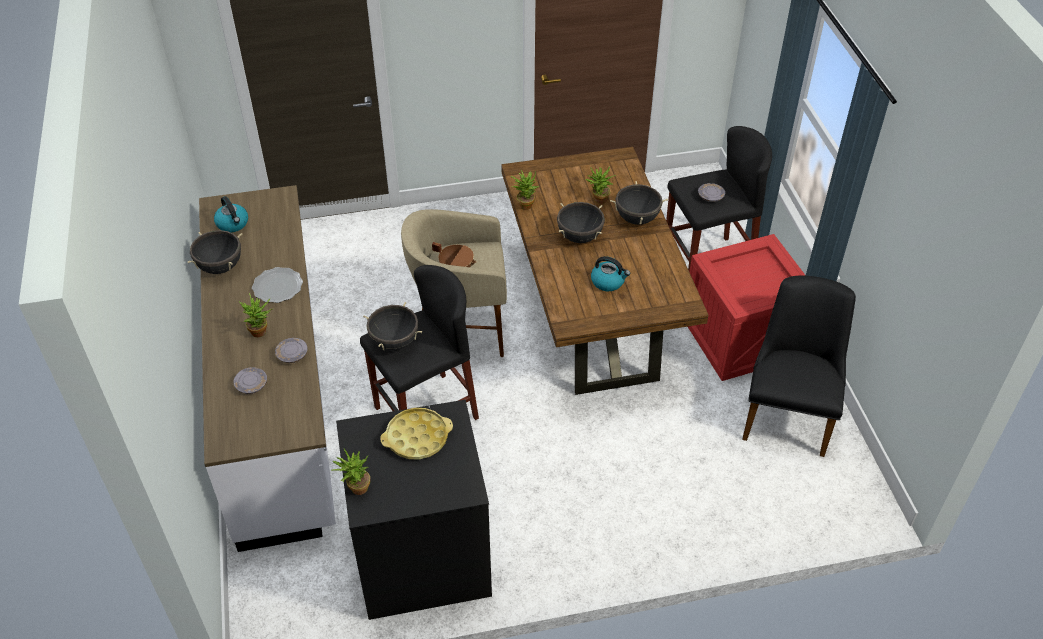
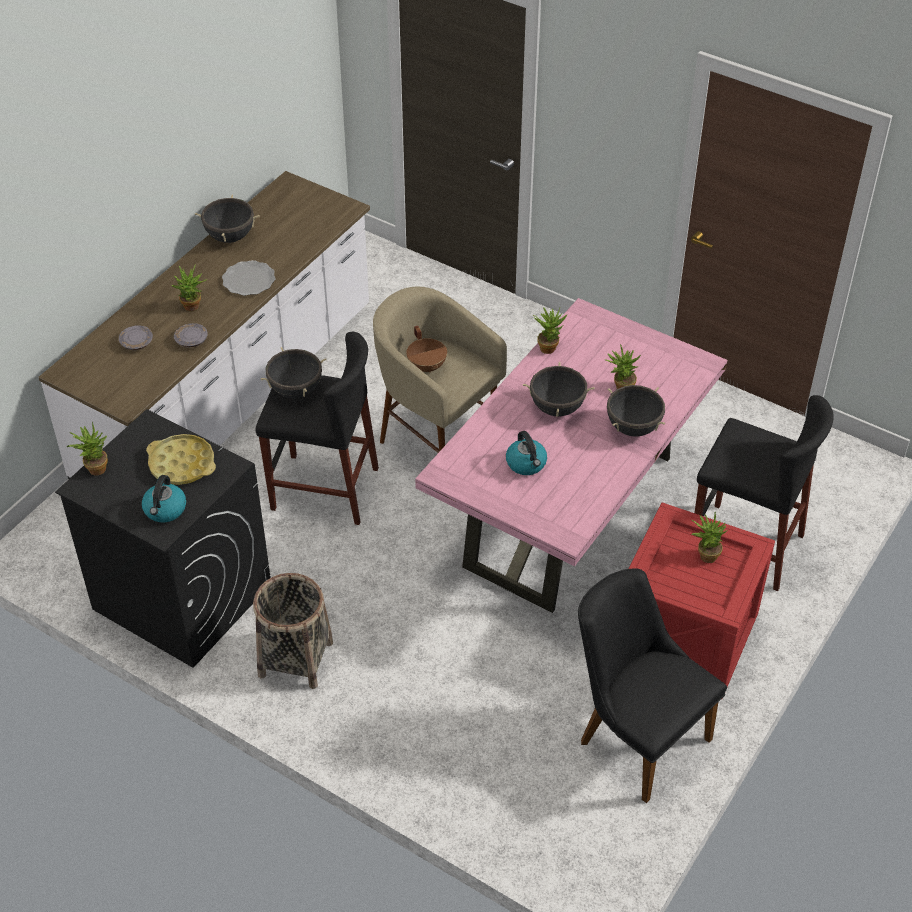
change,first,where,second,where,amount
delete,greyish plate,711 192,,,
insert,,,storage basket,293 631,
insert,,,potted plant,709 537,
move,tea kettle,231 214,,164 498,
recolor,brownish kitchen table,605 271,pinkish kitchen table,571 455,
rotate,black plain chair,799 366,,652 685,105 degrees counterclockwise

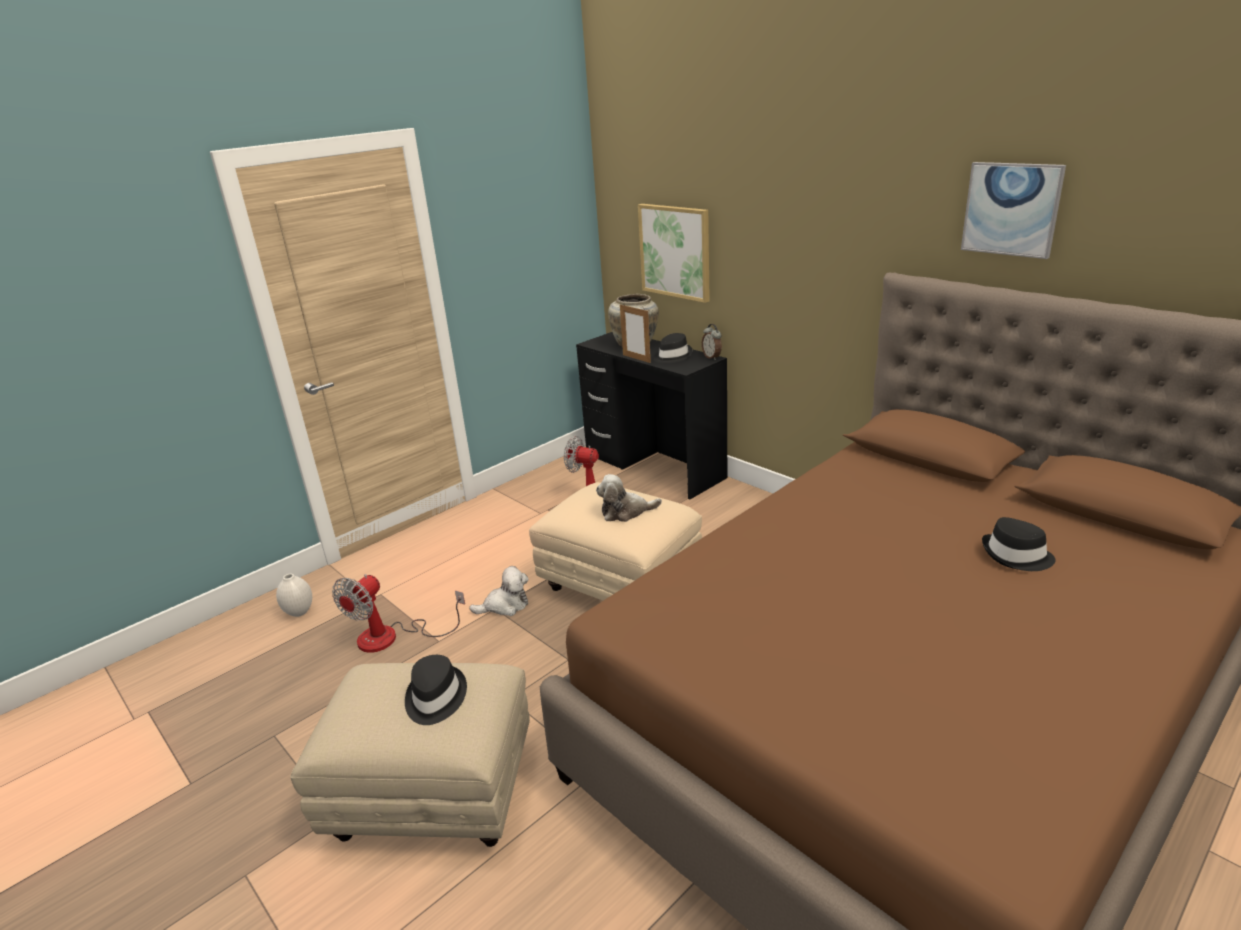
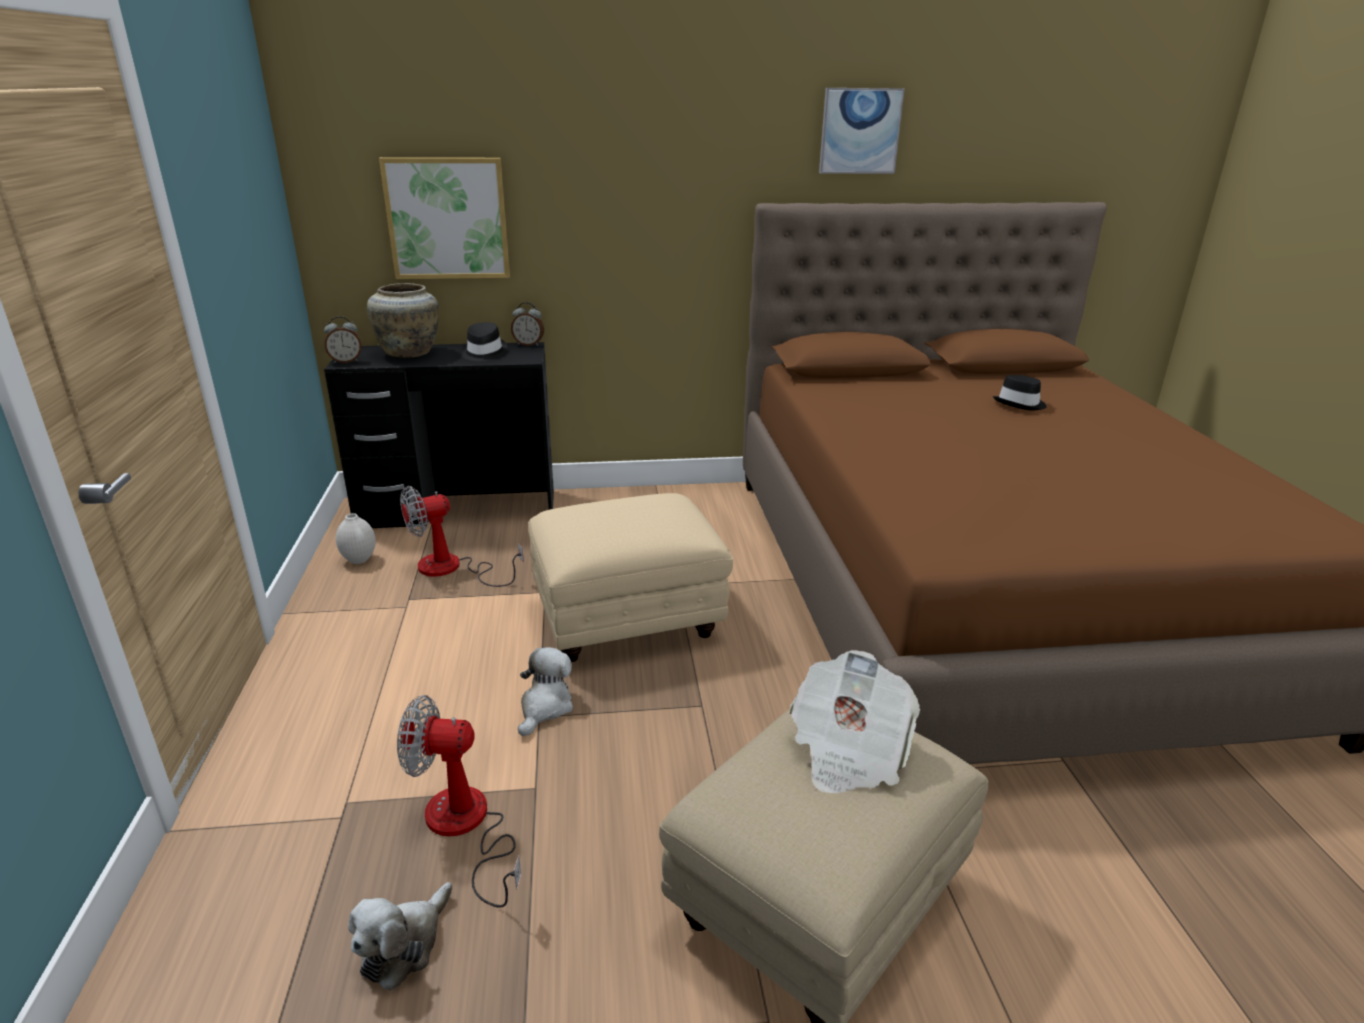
change,first,where,second,where,amount
delete,picture frame,635 333,,,
insert,,,bedside clock,343 339,
move,white-coloured vase,294 595,,356 538,
move,plush toy,629 498,,400 936,
replace,black wearable hat,436 690,printed paper,855 721,
rotate,cooling fan,398 613,,459 801,120 degrees clockwise

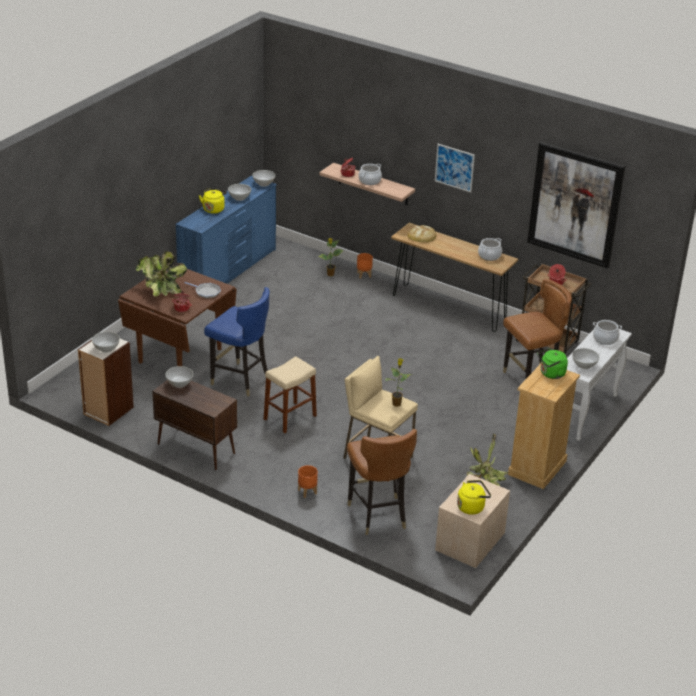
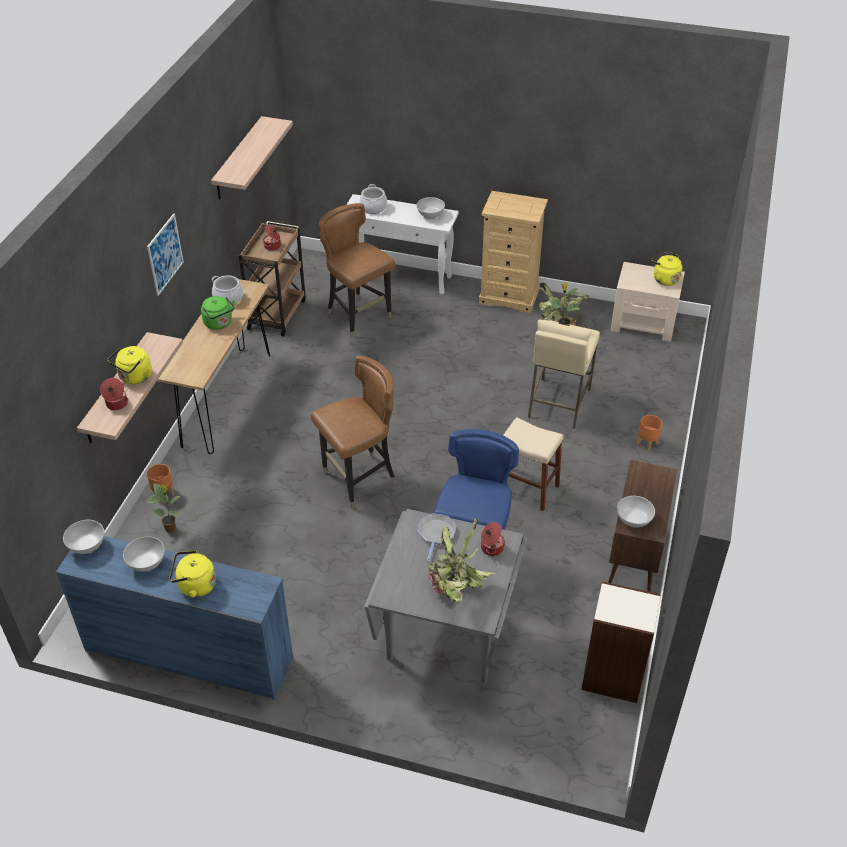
change,first,where,second,where,amount
delete,white-coloured bowl,106 342,,,
delete,bread,422 233,,,
move,brownish plain chair,382 482,,353 432,
move,greenish tea kettle,552 363,,218 313,
replace,stockpot,370 174,yellow-coloured tea kettle,129 365,
replace,wall art,576 205,shelf,252 157,
recolor,brownish kitchen table,177 317,greyish kitchen table,445 596,

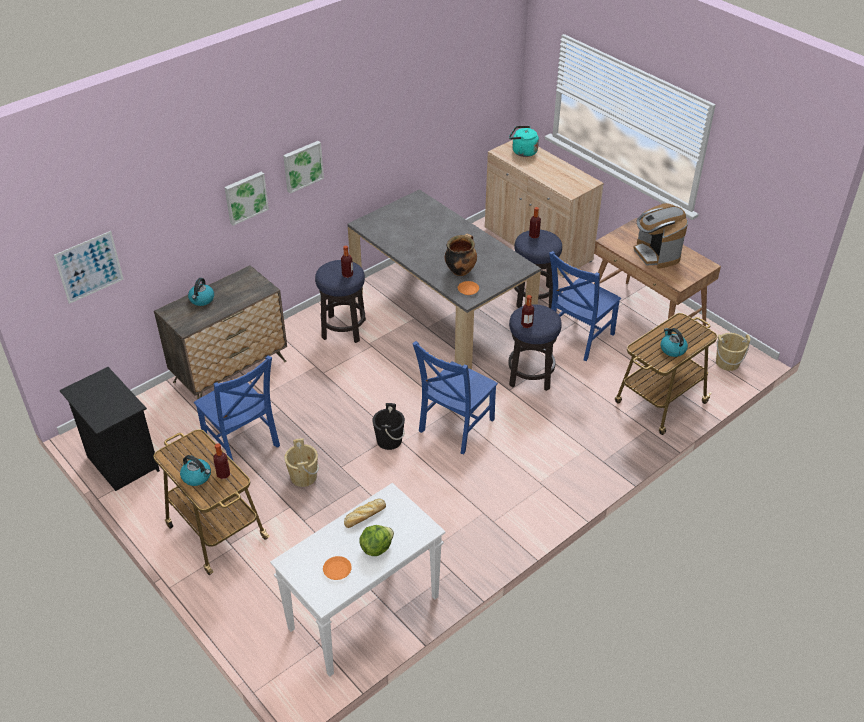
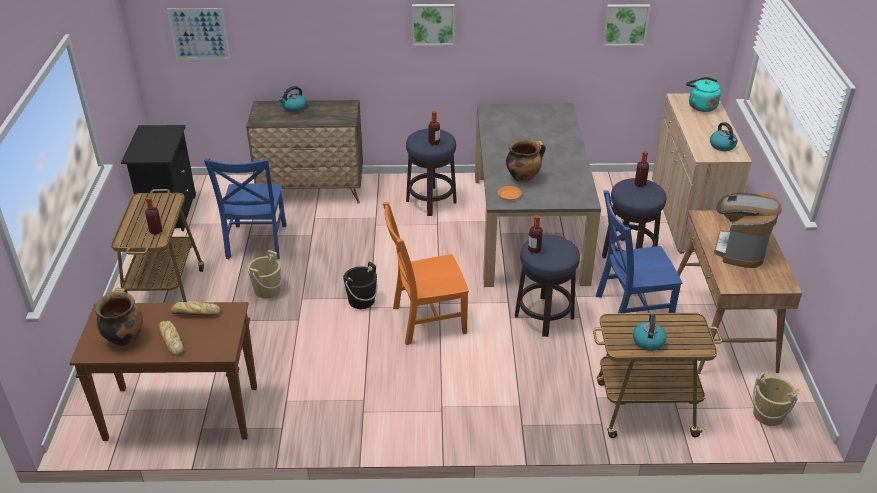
change,first,where,second,where,amount
move,tea kettle,195 470,,723 136,
move,wall art,246 199,,626 25,
replace,orangey plate,337 568,stockpot,119 317,
replace,lettuce head,377 540,bread,171 338,
recolor,white-coloured console table,358 579,brownish console table,163 371,
recolor,bluish plain chair,455 397,orangey plain chair,426 273,

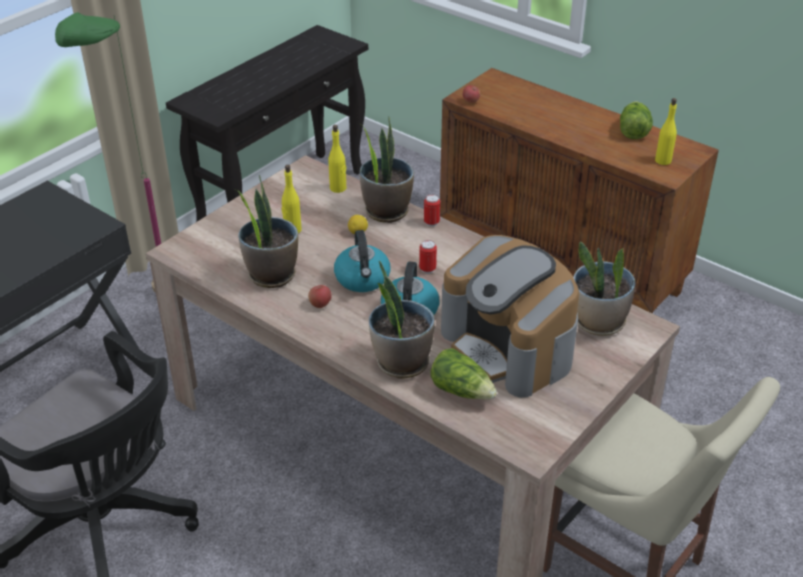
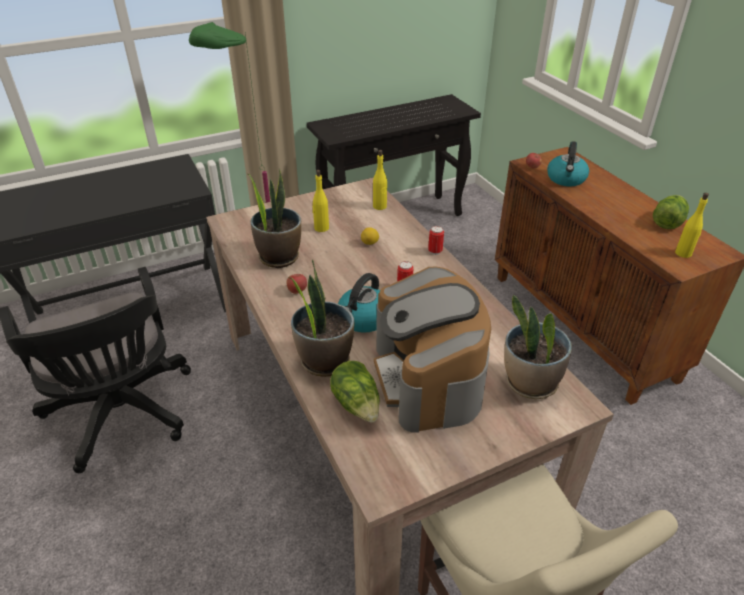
change,first,where,second,where,amount
delete,potted plant,387 170,,,
move,tea kettle,362 261,,568 164,

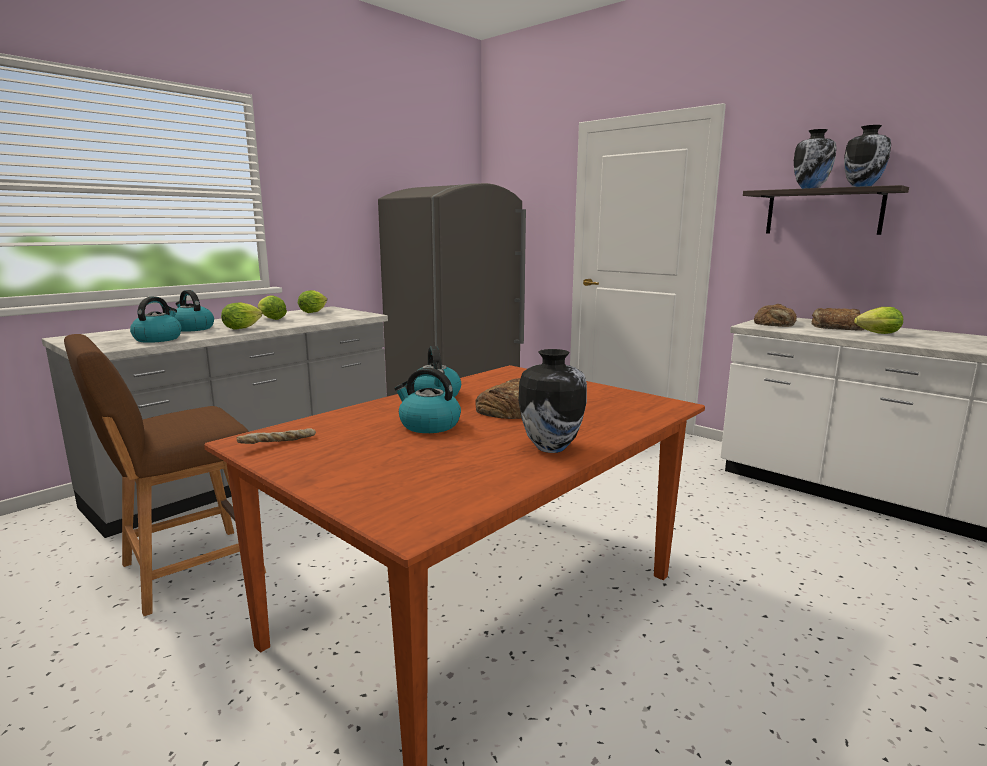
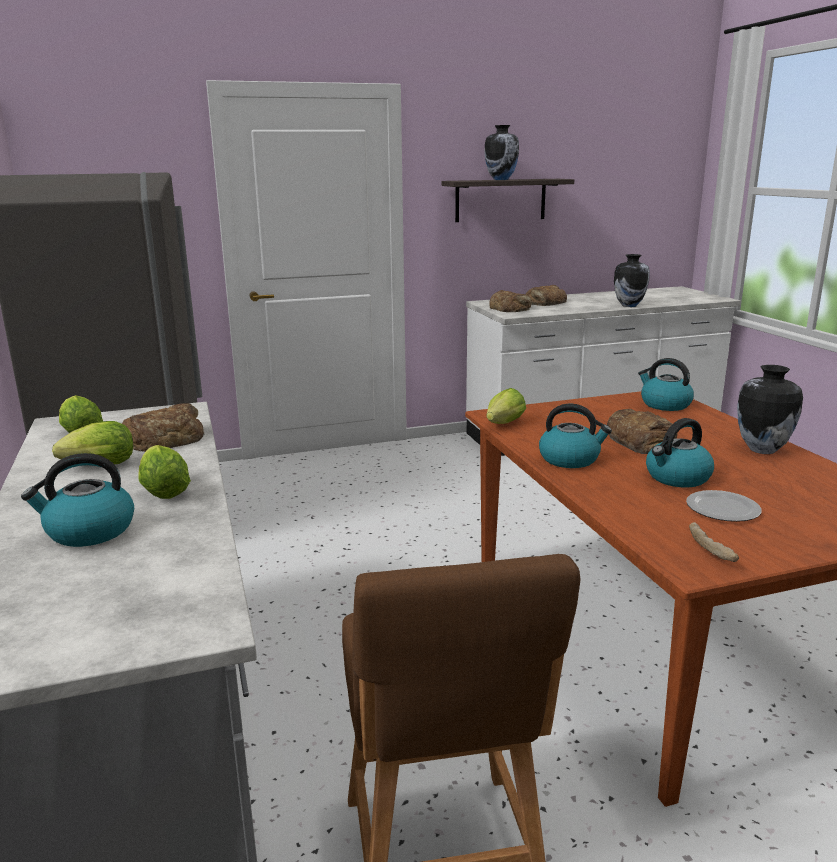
change,first,where,second,where,amount
insert,,,bread,163 427,
insert,,,plate,724 506,
move,tea kettle,155 320,,666 384,
move,vase,867 156,,632 280,
move,lettuce head,878 320,,506 406,

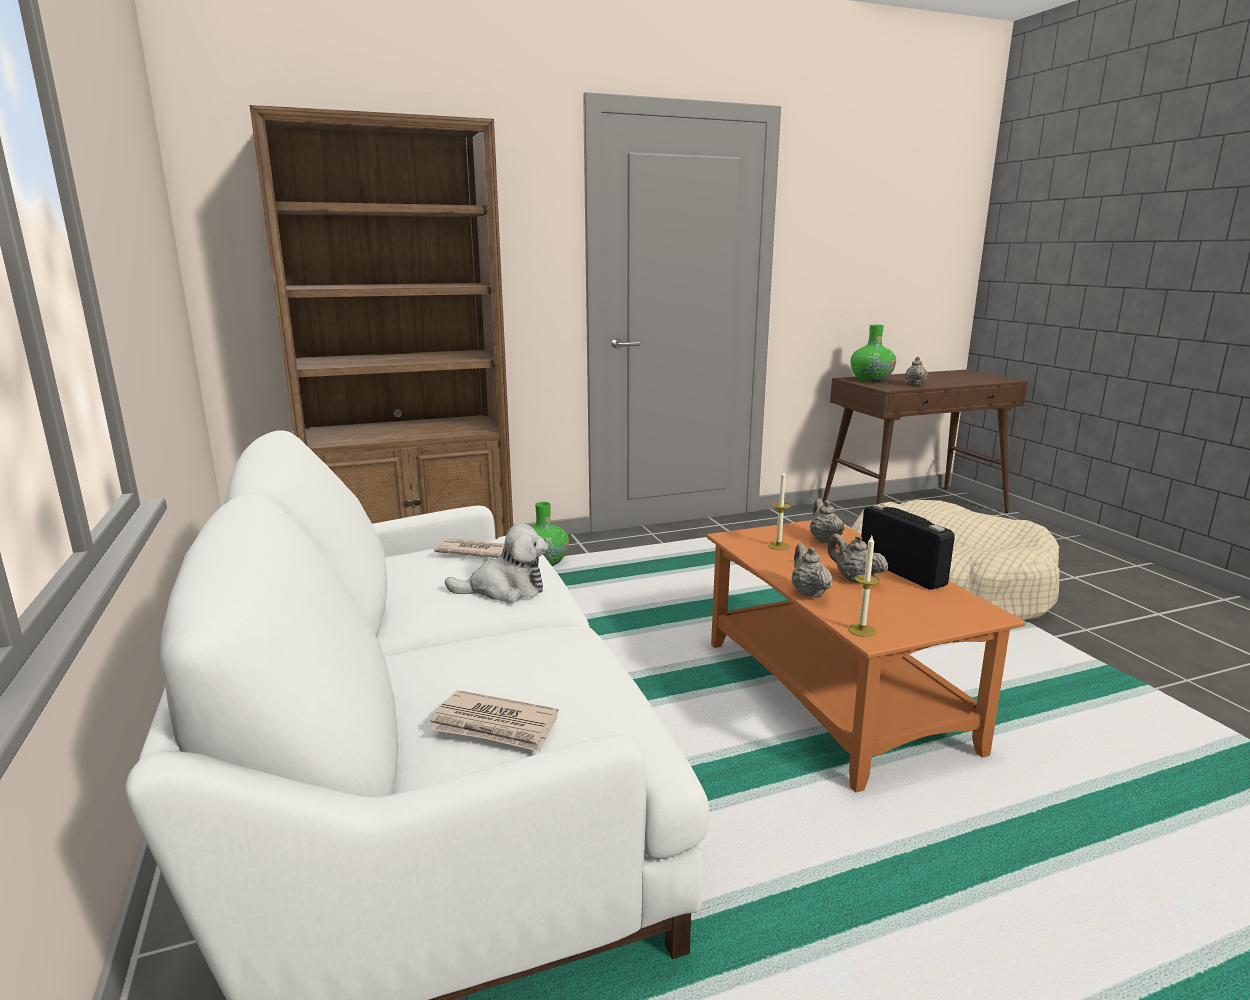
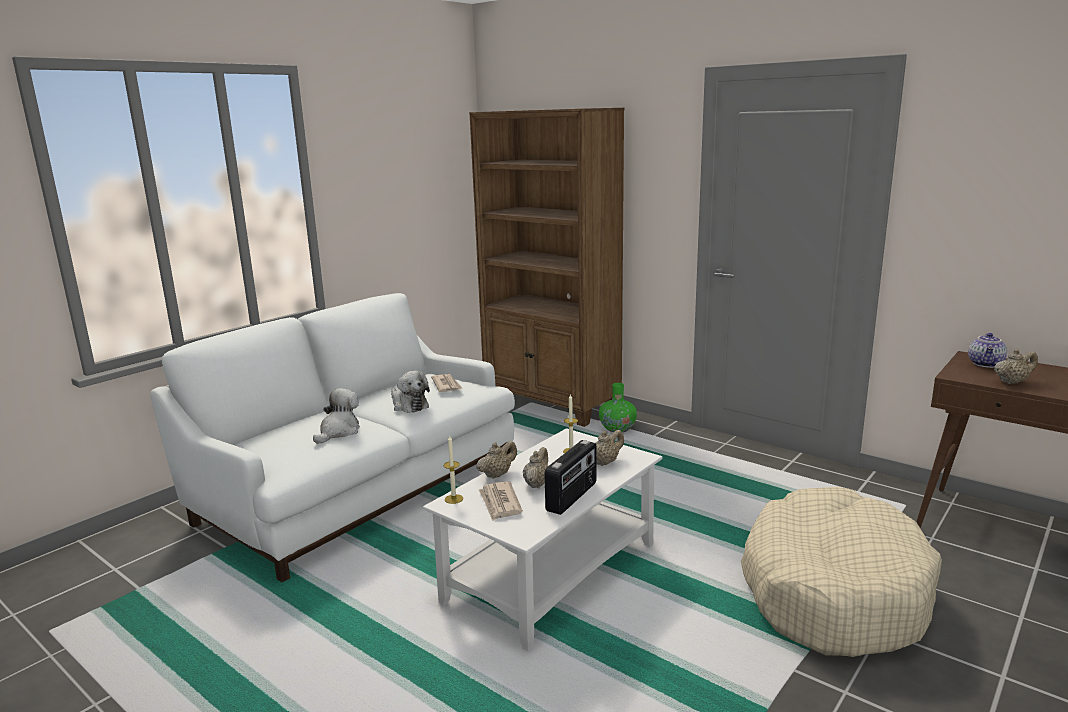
change,first,where,second,where,amount
insert,,,plush toy,336 416,
move,printed paper,494 721,,501 501,
replace,greenish vase,873 353,pot for tea,987 350,
recolor,orangey coffee table,866 656,white-coloured coffee table,542 539,

